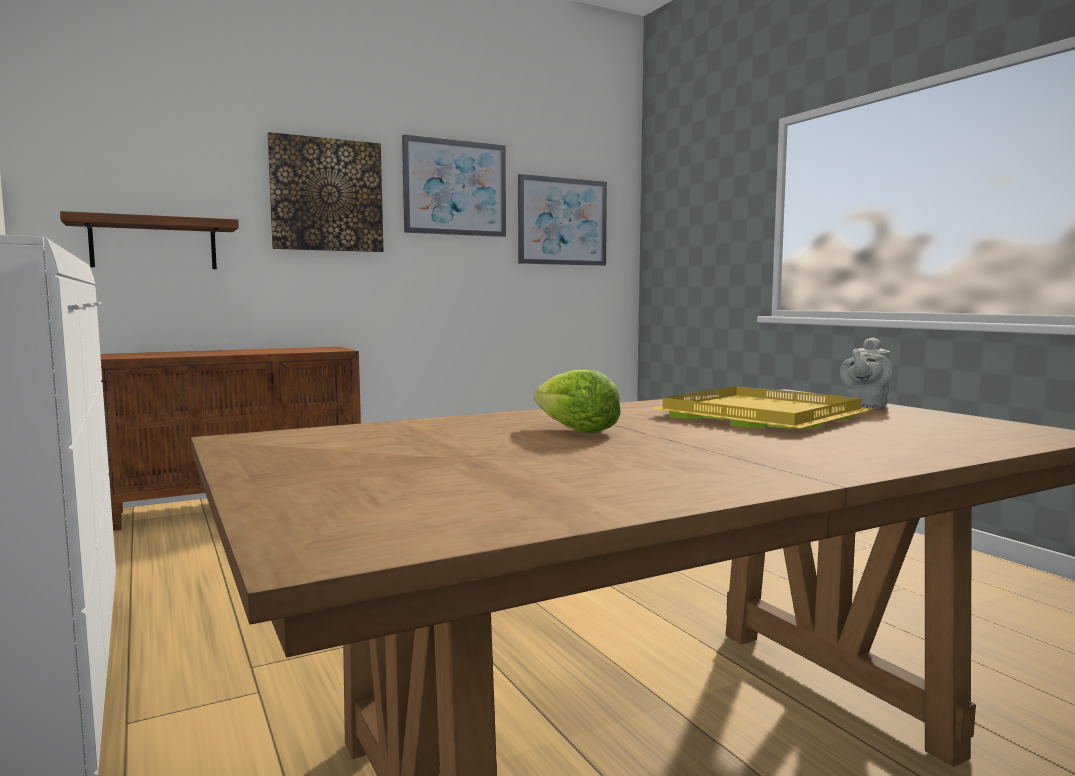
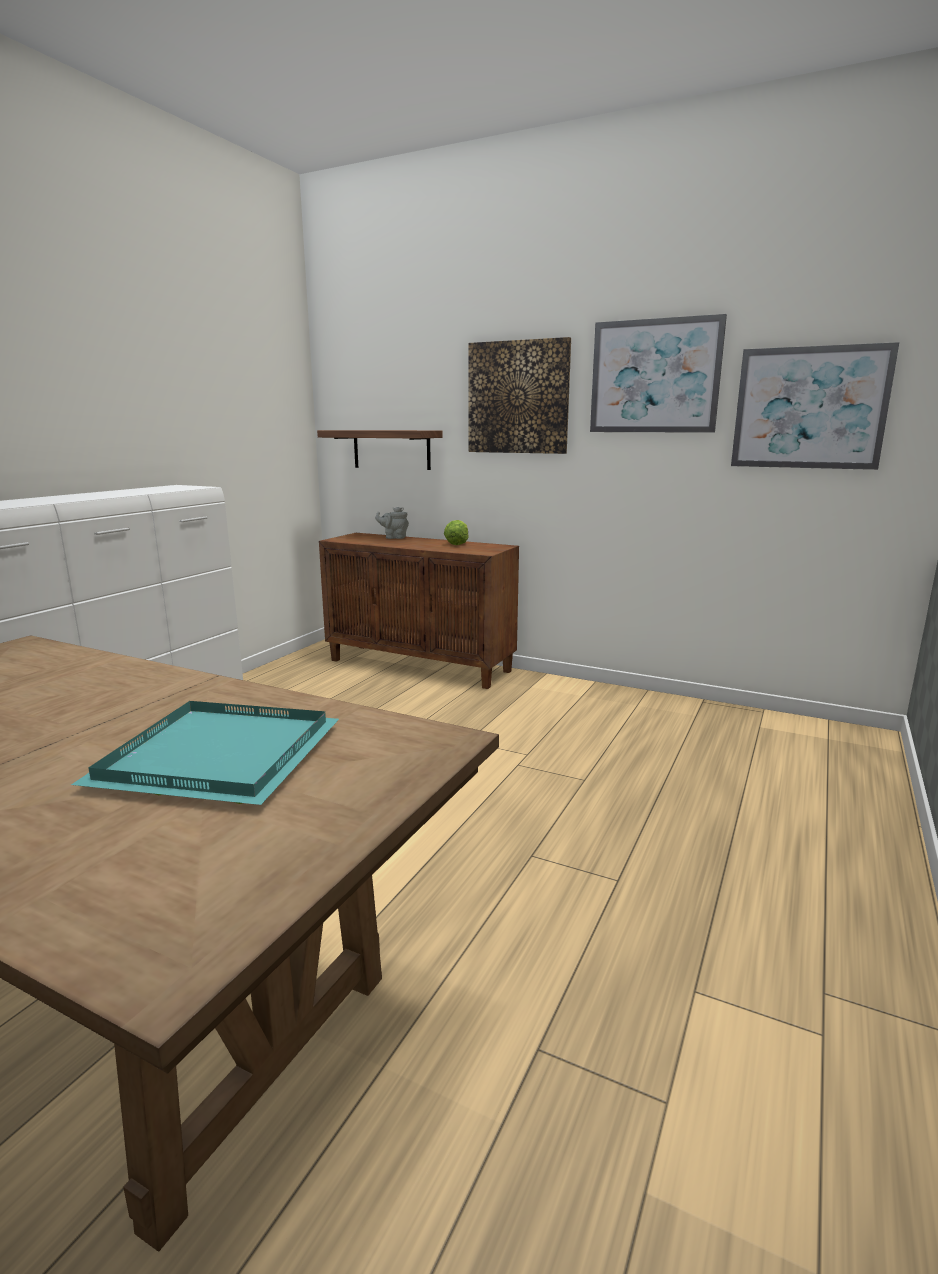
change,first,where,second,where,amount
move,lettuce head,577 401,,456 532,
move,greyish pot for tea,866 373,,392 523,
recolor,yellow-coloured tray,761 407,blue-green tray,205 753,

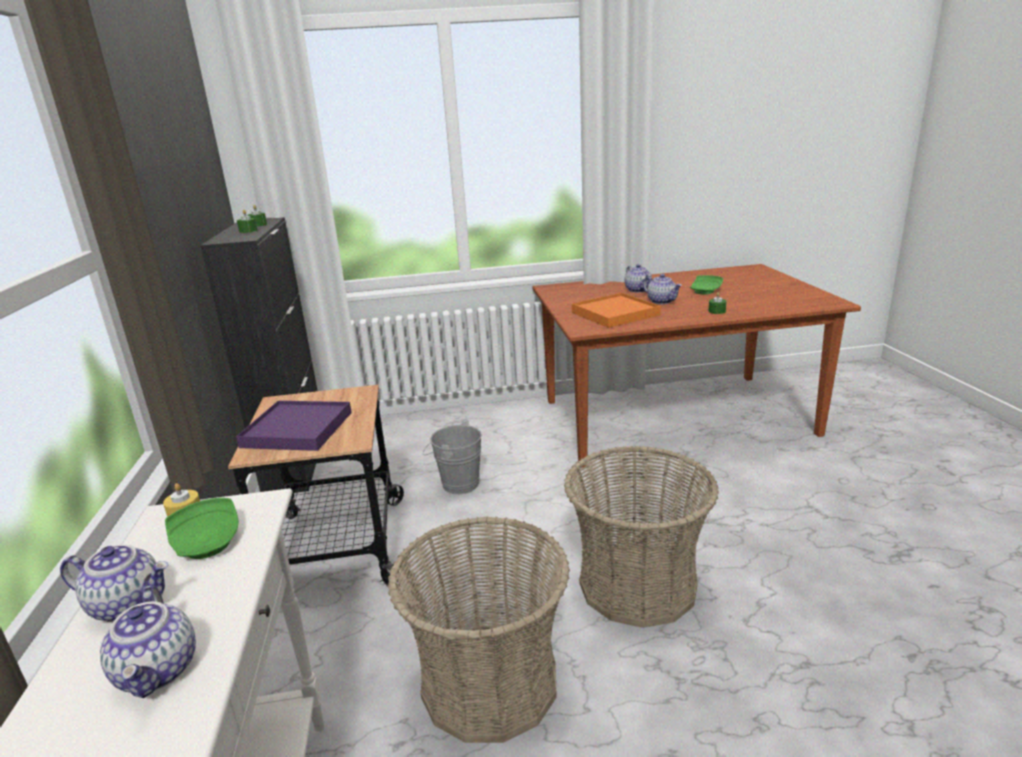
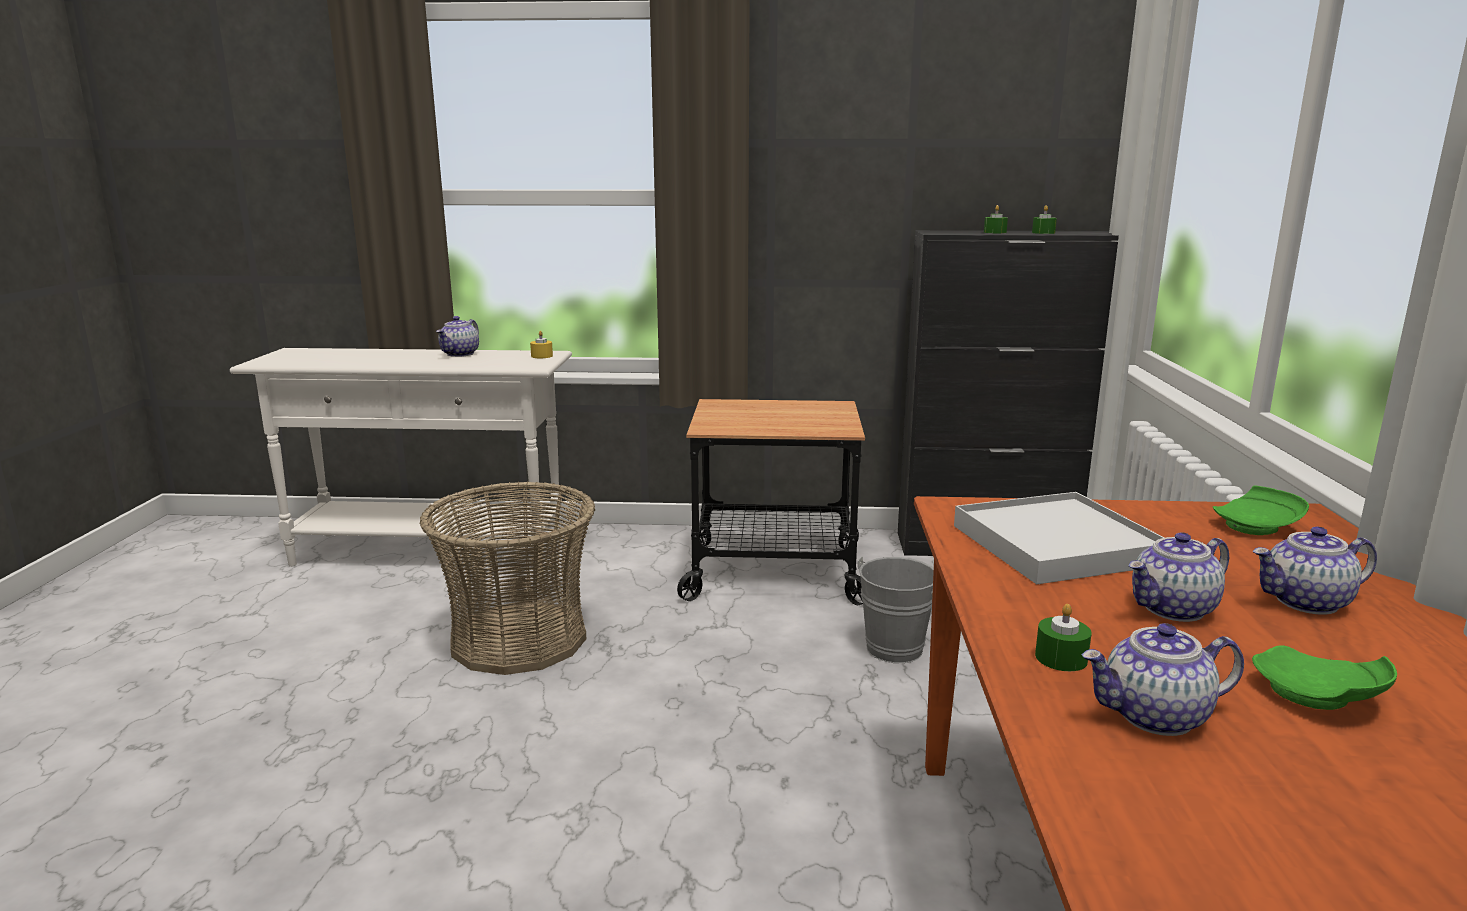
change,first,where,second,where,amount
delete,purplish tray,294 426,,,
delete,storage basket,641 537,,,
move,pot for tea,148 642,,1162 679,
move,greenish plate,202 528,,1261 510,
recolor,orangey tray,616 310,white-coloured tray,1059 538,

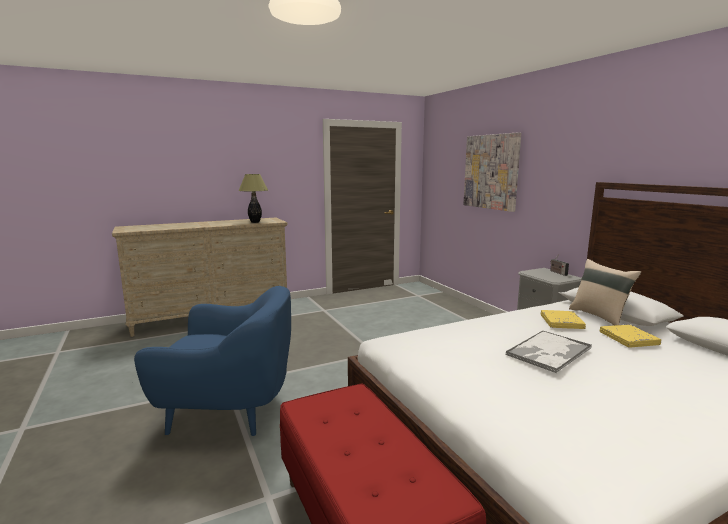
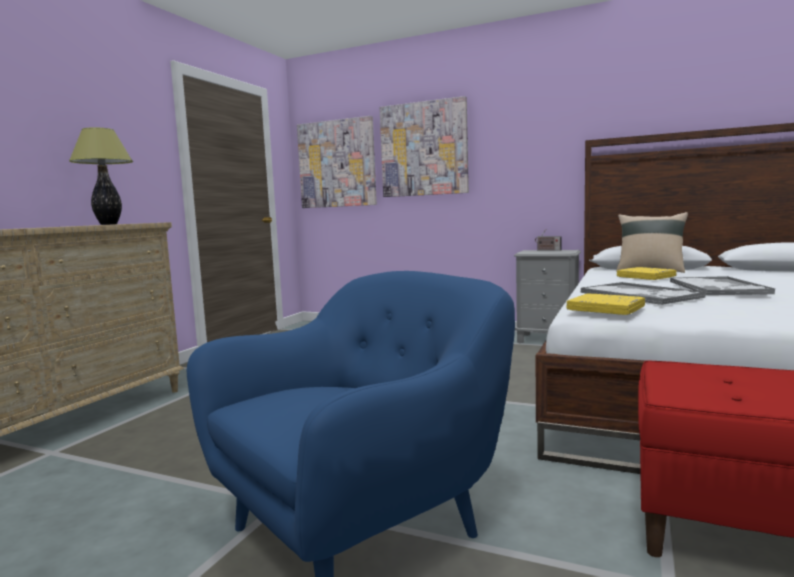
change,first,where,second,where,amount
insert,,,wall art,337 162,
insert,,,tray,643 293,
move,yellow-coloured book,630 336,,606 304,

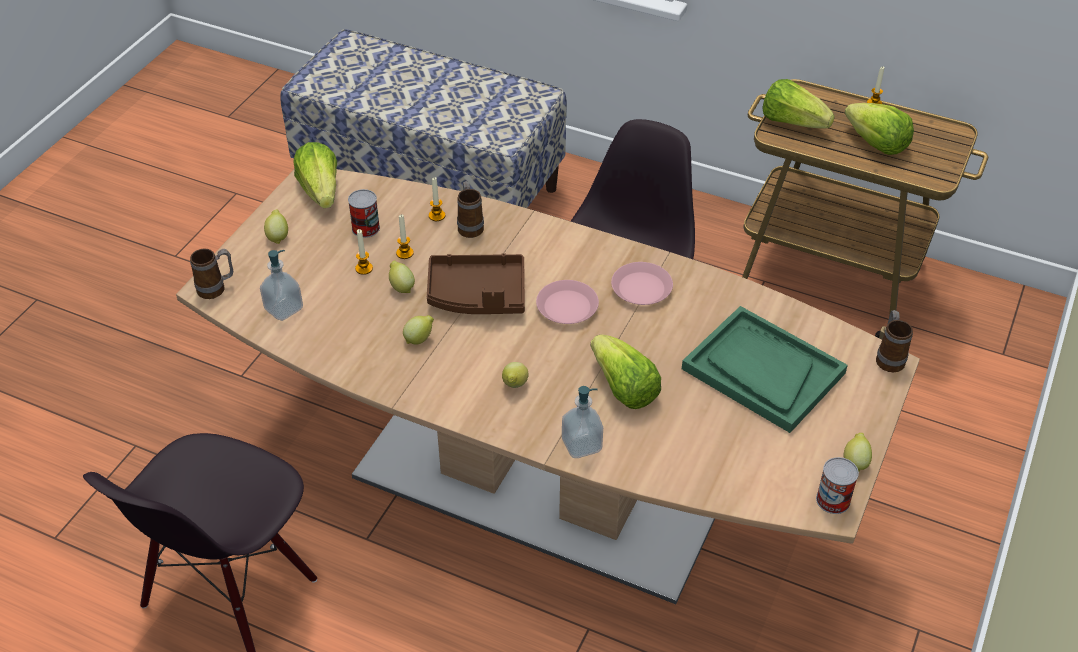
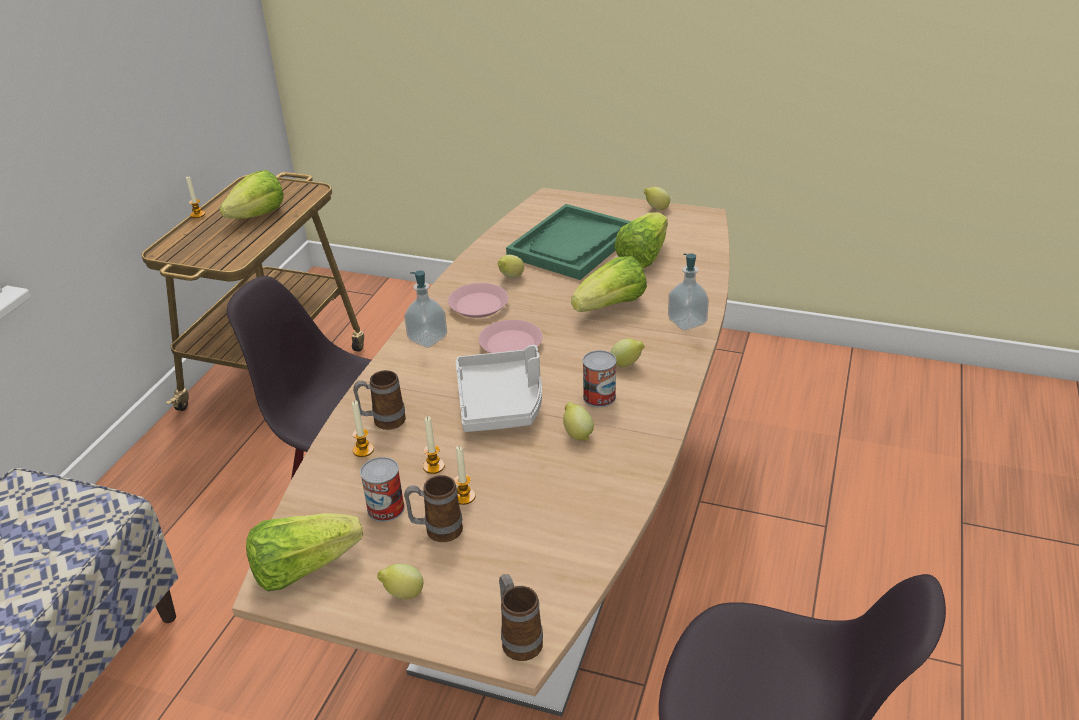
change,first,where,second,where,amount
move,liquid soap bottle,281 285,,425 309,
move,lemon,402 276,,511 266,
move,lettuce head,798 104,,641 240,
move,sealed can,837 485,,599 378,
move,tea mug,894 341,,433 508,
recolor,brownish tray,476 284,greyish tray,499 388,

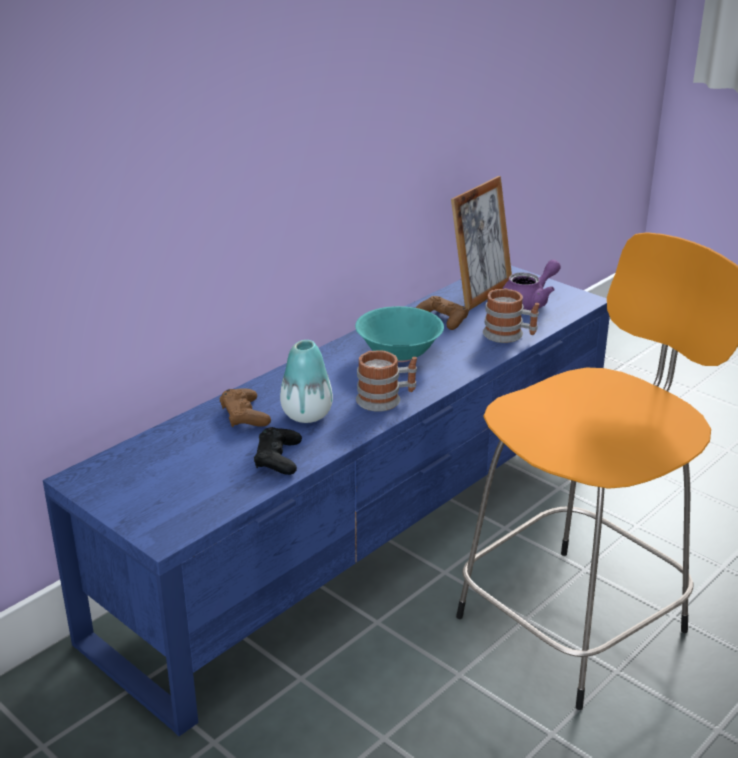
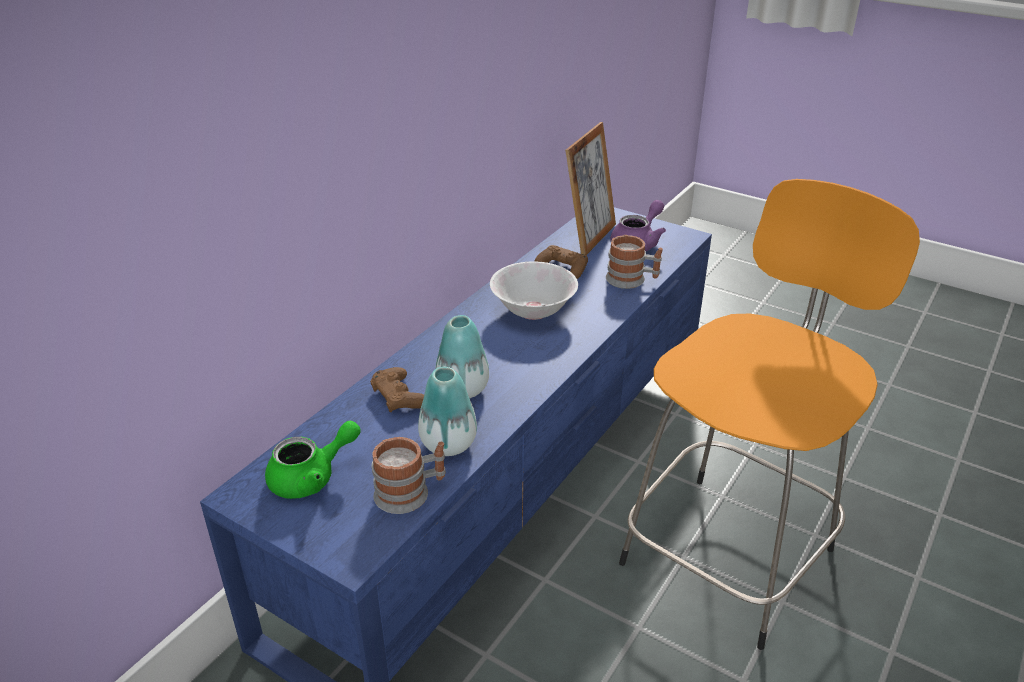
change,first,where,second,where,amount
insert,,,greenish pot for tea,312 460,
move,tea mug,386 381,,409 475,
replace,black joypad,278 451,vase,447 411,
recolor,blue-green bowl,399 334,white-coloured bowl,534 290,

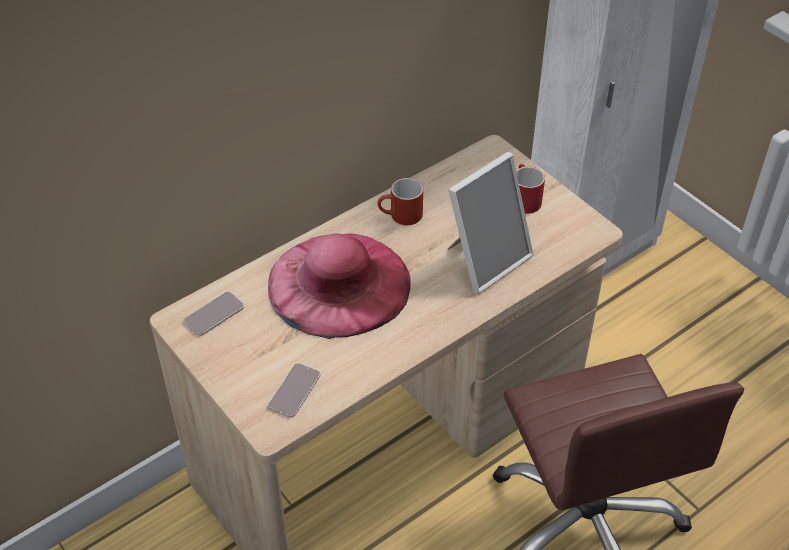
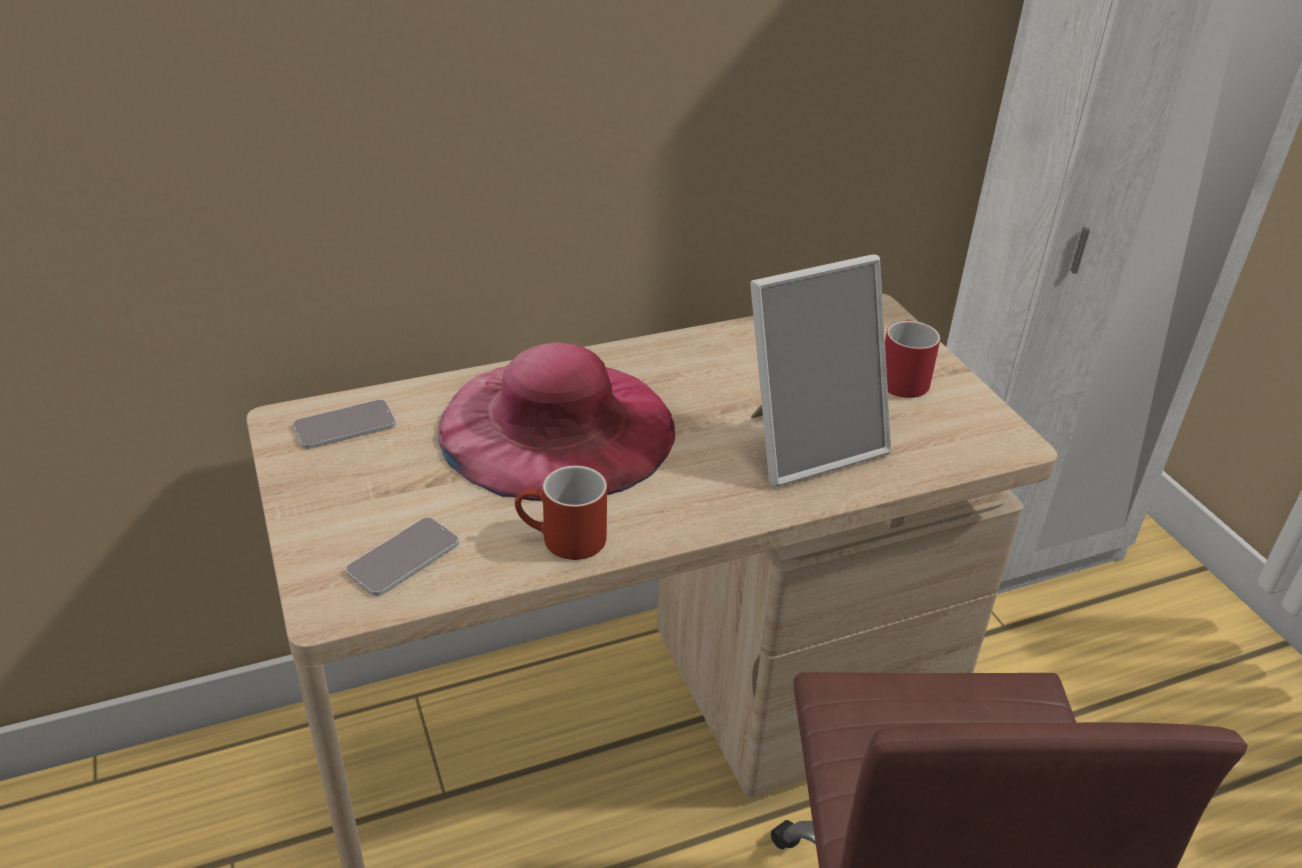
change,first,where,second,where,amount
move,red-coloured tea mug,400 201,,561 512,

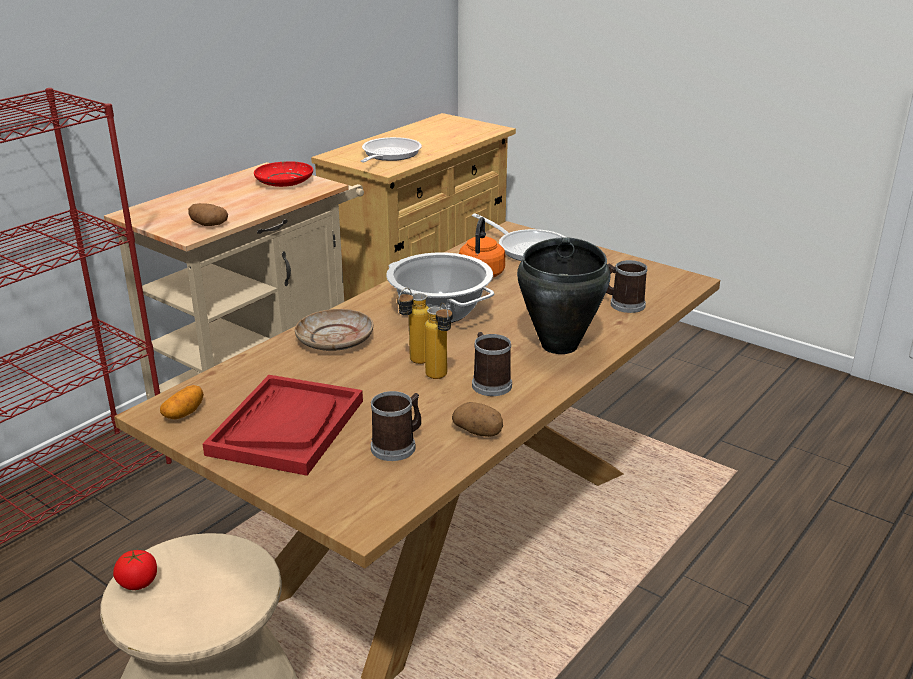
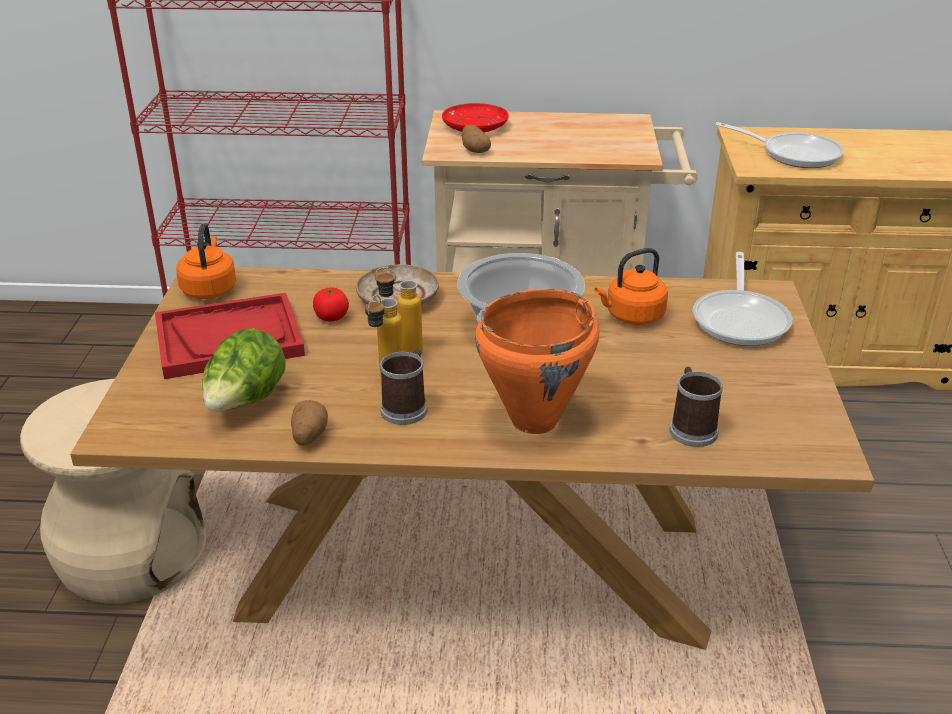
change,first,where,second,where,amount
move,whole tomato,135 570,,331 304,
move,red-coloured plate,283 174,,475 117,
replace,spud,182 402,orangey tea kettle,206 261,
replace,tea mug,396 426,lettuce head,244 369,
recolor,black stockpot,564 295,orangey stockpot,537 361,
rotate,frying pan,391 149,,779 145,45 degrees clockwise

